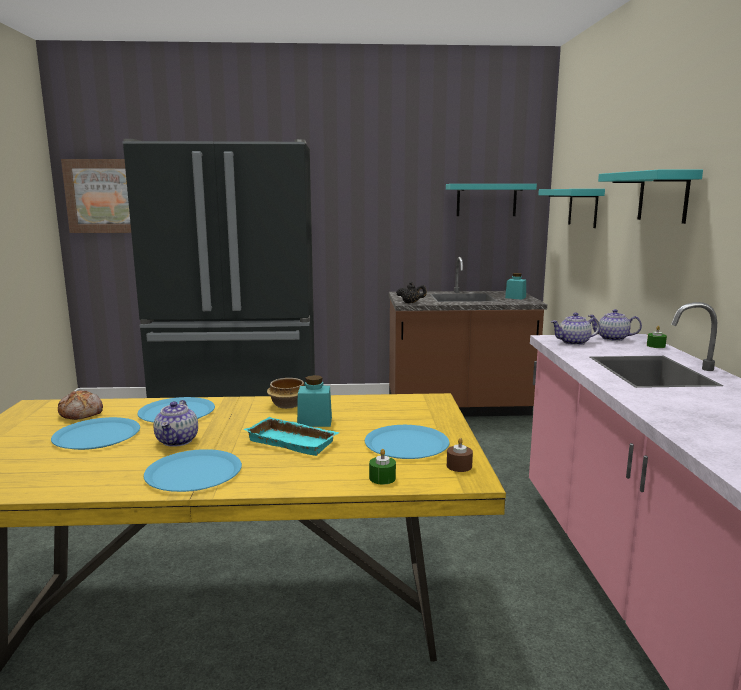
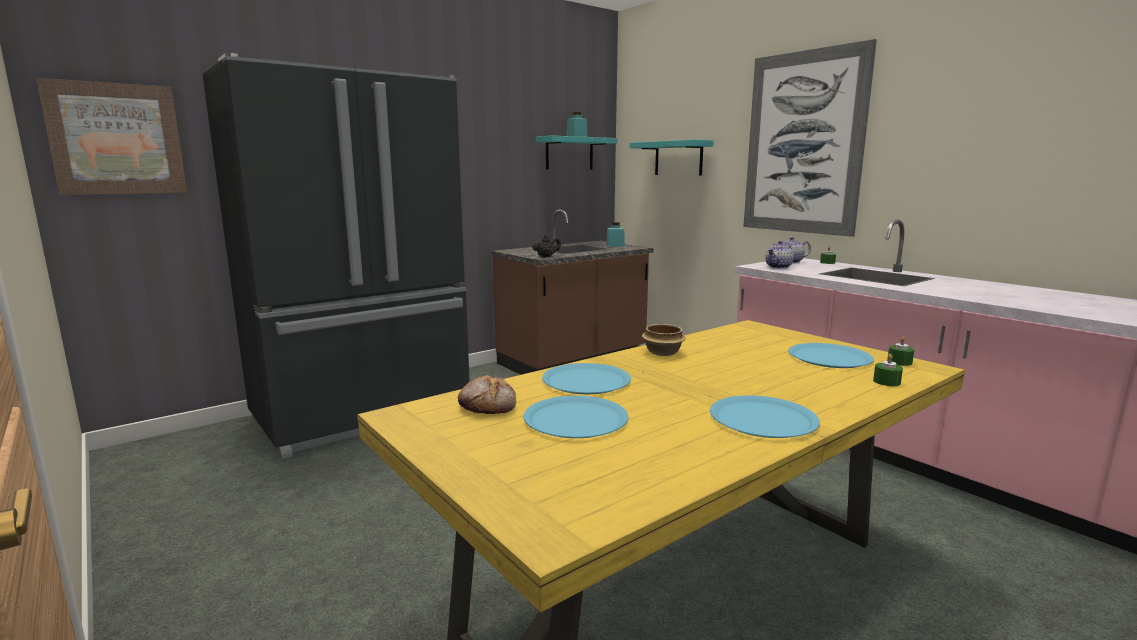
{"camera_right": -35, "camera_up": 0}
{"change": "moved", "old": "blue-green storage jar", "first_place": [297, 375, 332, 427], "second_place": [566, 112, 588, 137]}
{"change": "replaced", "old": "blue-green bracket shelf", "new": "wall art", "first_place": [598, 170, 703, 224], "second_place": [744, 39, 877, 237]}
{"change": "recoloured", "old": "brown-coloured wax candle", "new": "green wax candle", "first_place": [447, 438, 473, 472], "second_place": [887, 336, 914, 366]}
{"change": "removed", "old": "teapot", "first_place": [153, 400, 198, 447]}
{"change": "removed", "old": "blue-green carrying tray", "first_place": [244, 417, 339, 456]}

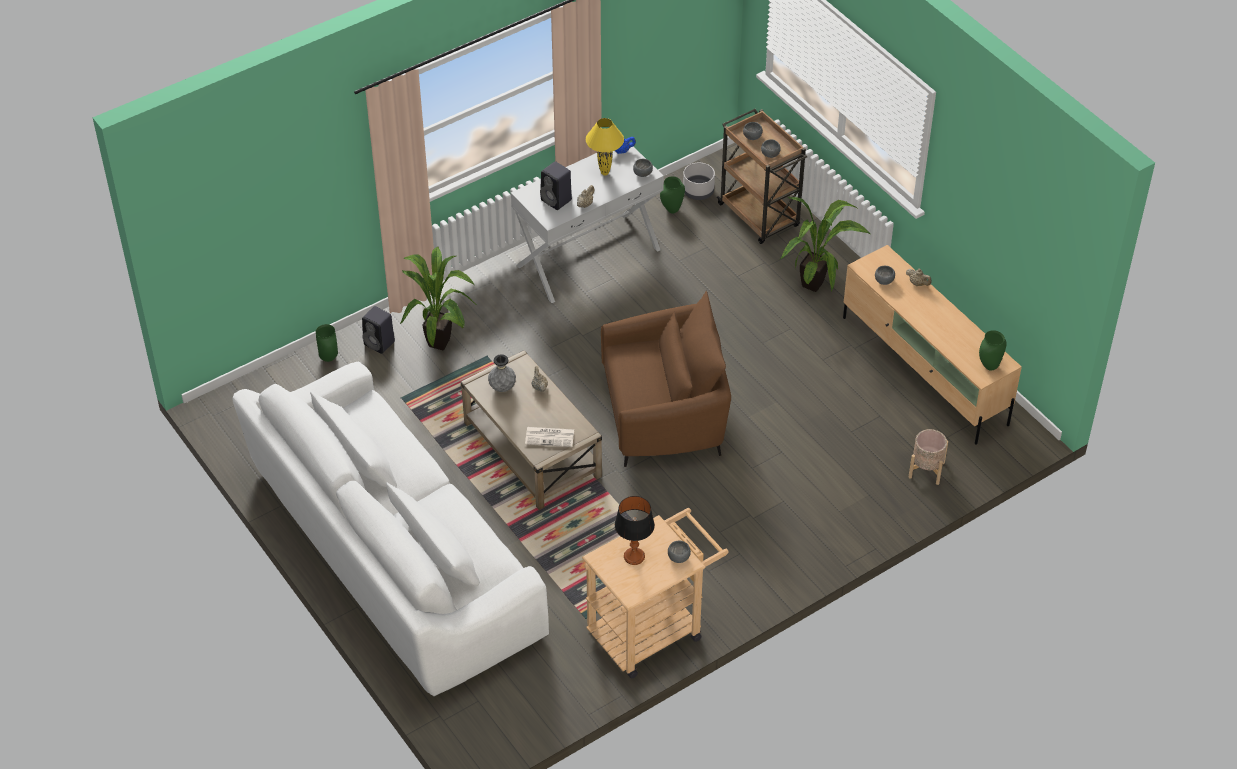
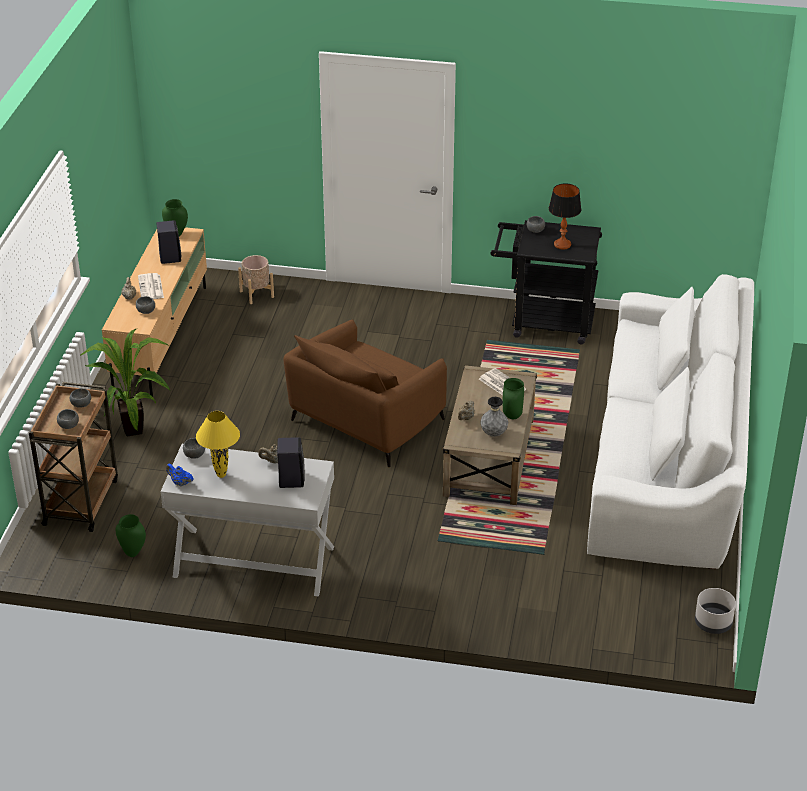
{"camera_right": -135, "camera_up": -10}
{"change": "added", "new": "newspaper", "second_place": [138, 273, 164, 299]}
{"change": "moved", "old": "black audio speaker", "first_place": [362, 306, 395, 354], "second_place": [156, 220, 182, 264]}
{"change": "turned", "old": "brown-coloured armchair", "first_place": [601, 291, 731, 467], "second_place": [284, 319, 447, 467], "degrees": -90}
{"change": "recoloured", "old": "sand-coloured cart", "new": "black cart", "first_place": [582, 508, 728, 678], "second_place": [490, 220, 602, 344]}
{"change": "moved", "old": "green flower vase", "first_place": [316, 324, 338, 362], "second_place": [503, 378, 524, 419]}
{"change": "moved", "old": "grey plant pot", "first_place": [683, 163, 715, 200], "second_place": [695, 588, 736, 634]}
{"change": "removed", "old": "plant in a pot", "first_place": [400, 247, 475, 350]}

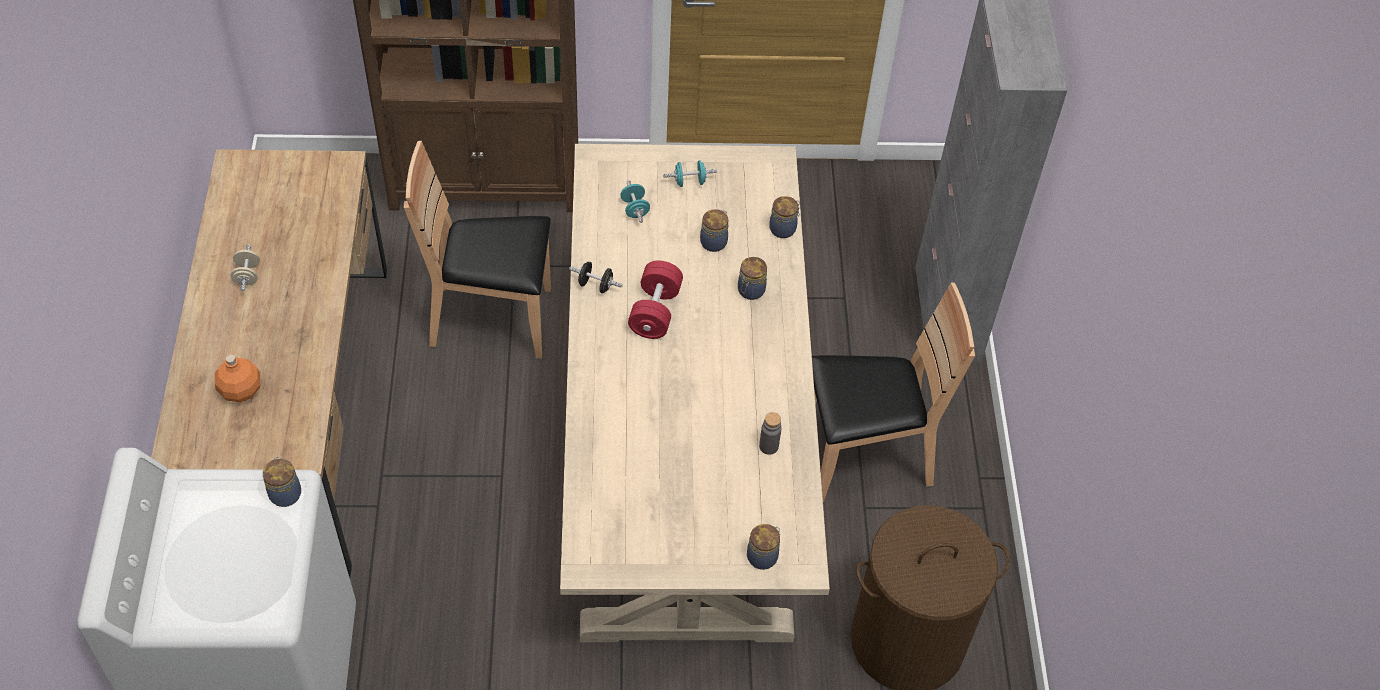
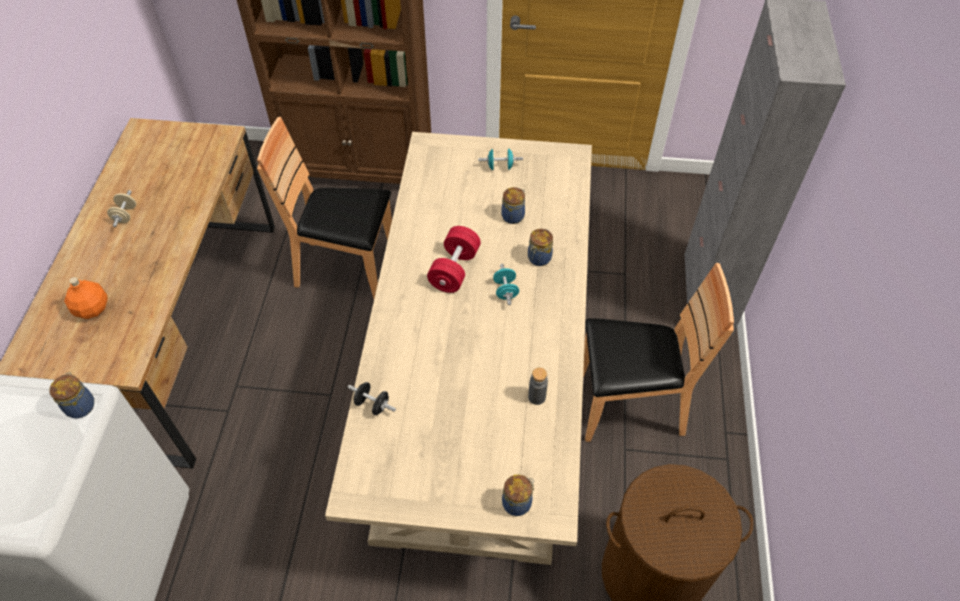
{"camera_right": 10, "camera_up": 0}
{"change": "moved", "old": "black free weight", "first_place": [569, 261, 623, 293], "second_place": [347, 382, 396, 415]}
{"change": "moved", "old": "blue-green free weight", "first_place": [620, 180, 650, 223], "second_place": [493, 264, 519, 305]}
{"change": "removed", "old": "storage jar", "first_place": [769, 196, 800, 238]}

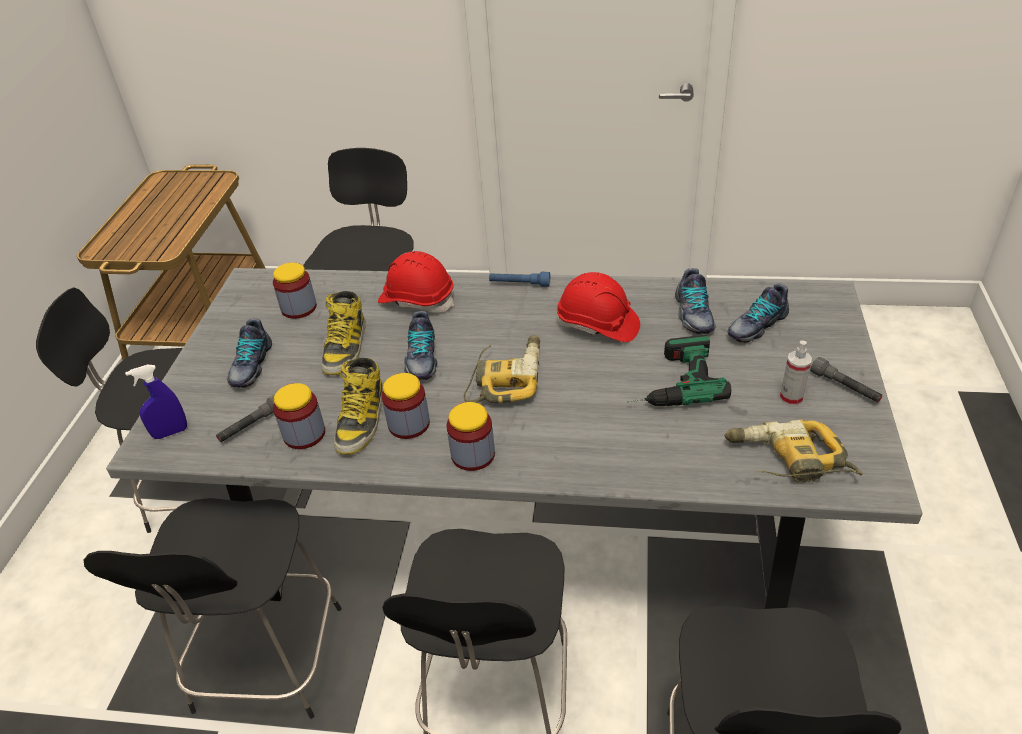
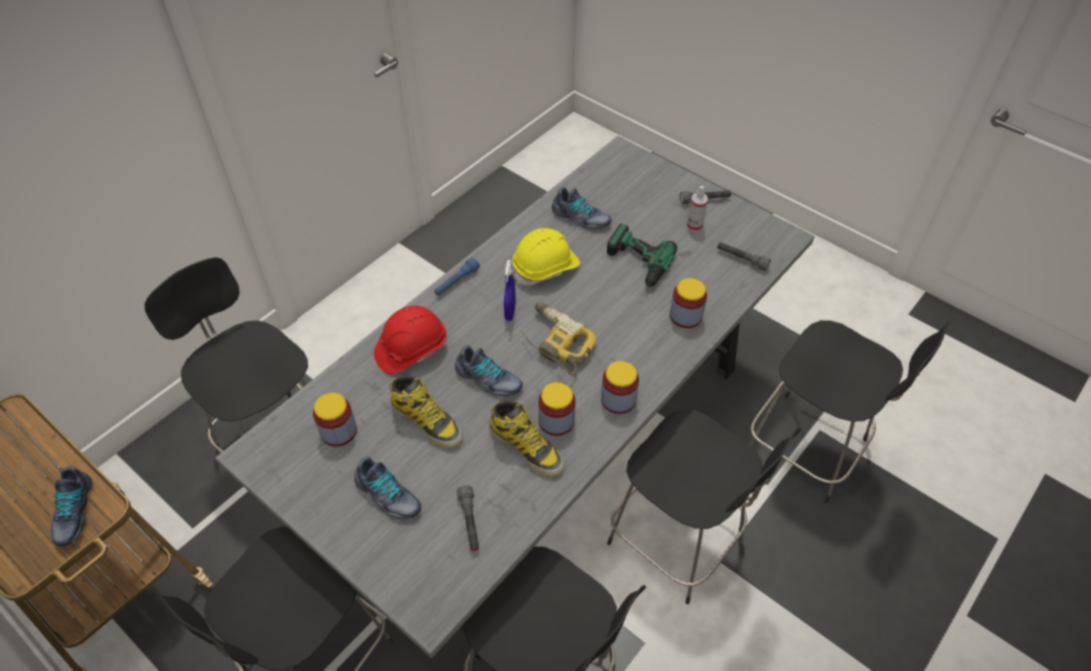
{"camera_right": -60, "camera_up": 10}
{"change": "moved", "old": "item of footwear", "first_place": [728, 284, 789, 343], "second_place": [50, 467, 92, 547]}
{"change": "moved", "old": "blue-coloured hand sprayer", "first_place": [125, 364, 187, 439], "second_place": [504, 260, 516, 321]}
{"change": "recoloured", "old": "red safety helmet", "new": "yellowish safety helmet", "first_place": [557, 272, 640, 342], "second_place": [512, 228, 580, 286]}
{"change": "moved", "old": "storage jar", "first_place": [273, 383, 325, 449], "second_place": [670, 278, 707, 328]}
{"change": "replaced", "old": "drill", "new": "grey hand torch", "first_place": [725, 419, 863, 483], "second_place": [717, 242, 771, 271]}

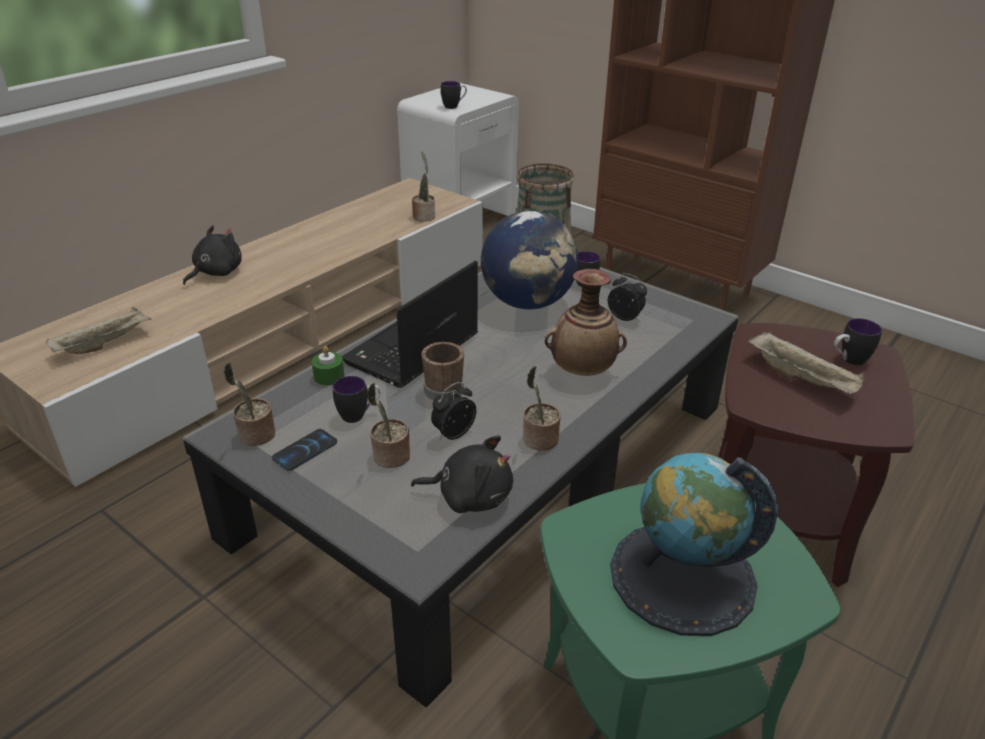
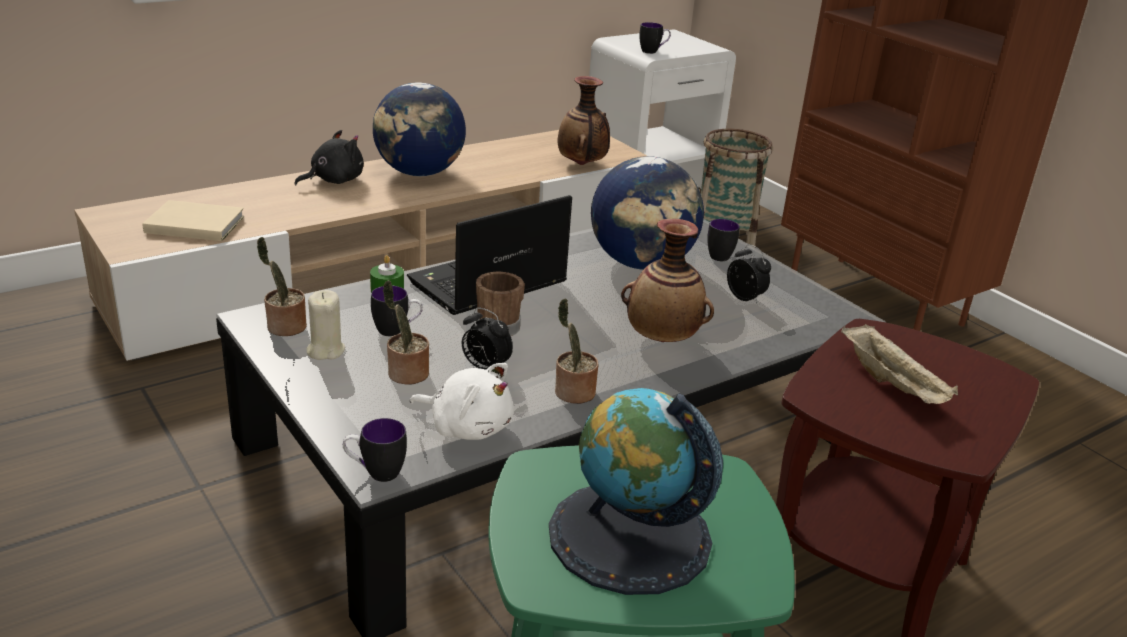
{"camera_right": 15, "camera_up": -5}
{"change": "replaced", "old": "sand-coloured carrying tray", "new": "sand-coloured bound book", "first_place": [46, 307, 152, 354], "second_place": [142, 200, 244, 241]}
{"change": "replaced", "old": "telephone", "new": "sand-coloured wax candle", "first_place": [272, 429, 337, 471], "second_place": [306, 290, 345, 360]}
{"change": "moved", "old": "mug", "first_place": [834, 318, 882, 365], "second_place": [343, 418, 407, 482]}
{"change": "added", "new": "globe", "second_place": [373, 82, 466, 176]}
{"change": "recoloured", "old": "black soft toy", "new": "white soft toy", "first_place": [411, 436, 513, 513], "second_place": [410, 363, 514, 440]}
{"change": "turned", "old": "alarm clock", "first_place": [431, 382, 476, 440], "second_place": [462, 307, 513, 369], "degrees": -120}
{"change": "replaced", "old": "plant in a pot", "new": "flower vase", "first_place": [412, 152, 435, 222], "second_place": [558, 76, 610, 165]}

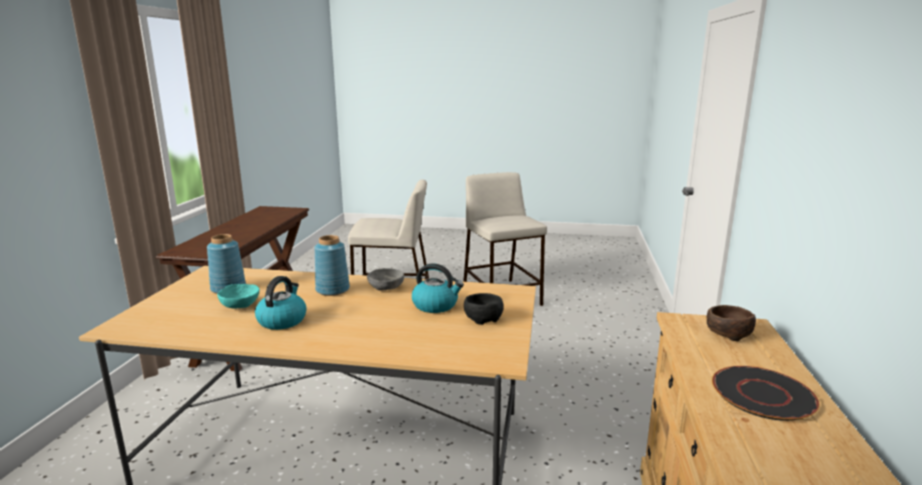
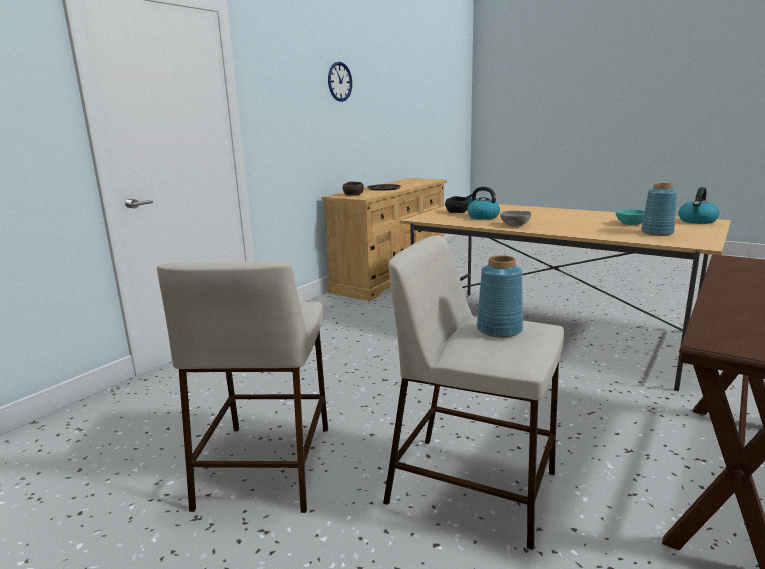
{"camera_right": -155, "camera_up": 0}
{"change": "added", "new": "clock on the wall", "second_place": [328, 62, 352, 102]}
{"change": "moved", "old": "blue-coloured flower vase", "first_place": [315, 235, 350, 296], "second_place": [477, 255, 523, 338]}
{"change": "moved", "old": "water kettle", "first_place": [255, 276, 307, 330], "second_place": [679, 187, 719, 224]}

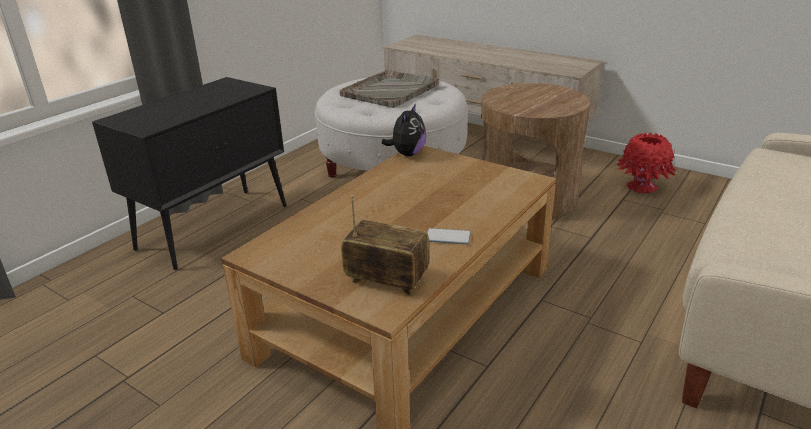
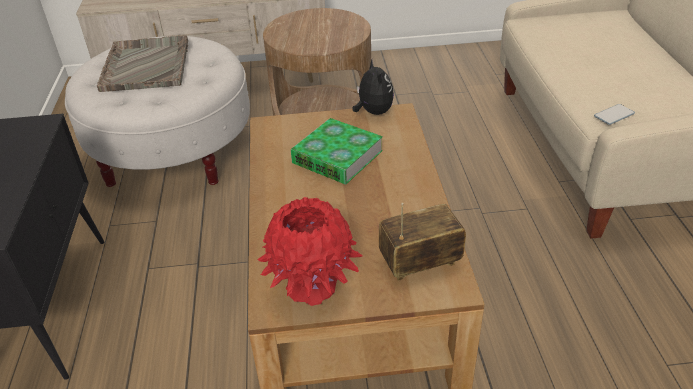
{"camera_right": -40, "camera_up": 10}
{"change": "moved", "old": "red flower vase", "first_place": [616, 133, 676, 193], "second_place": [257, 197, 362, 306]}
{"change": "added", "new": "bound book", "second_place": [291, 118, 383, 184]}
{"change": "moved", "old": "soft toy", "first_place": [382, 103, 426, 156], "second_place": [352, 60, 394, 115]}
{"change": "moved", "old": "telephone", "first_place": [427, 228, 471, 244], "second_place": [594, 104, 635, 125]}

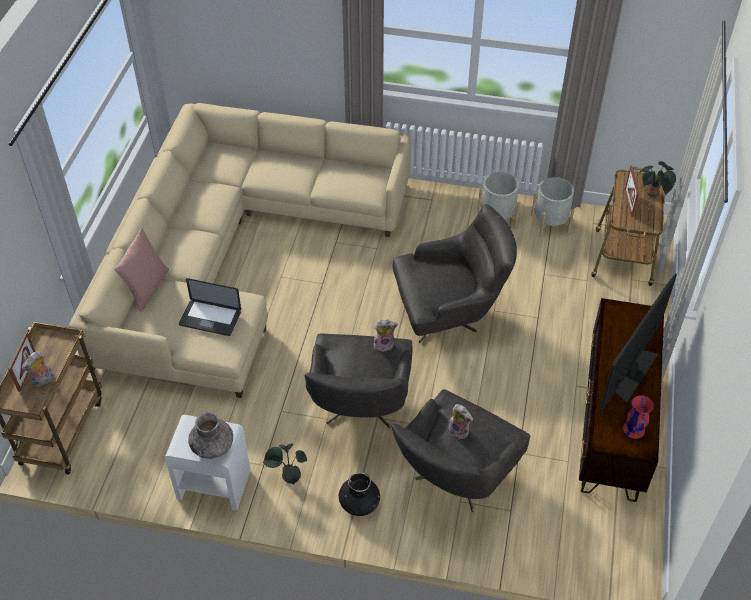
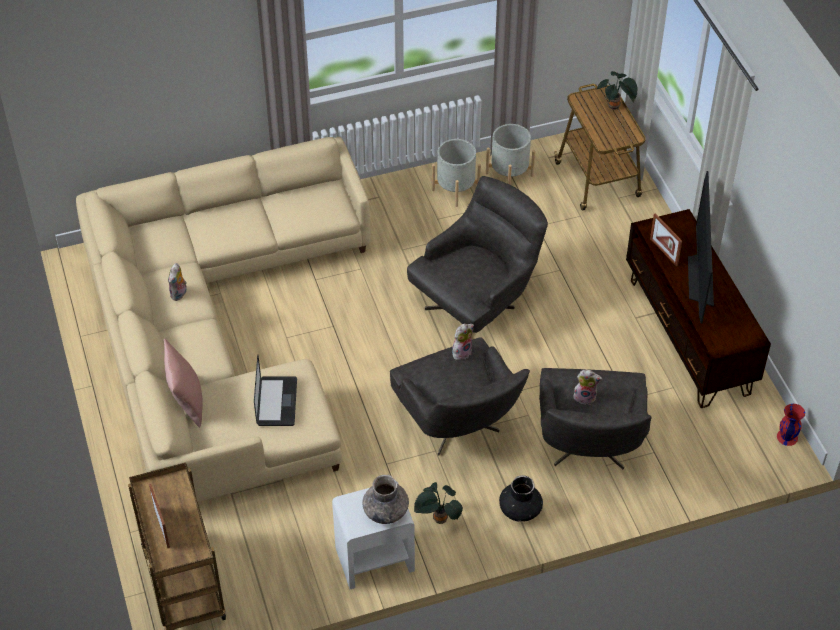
{"camera_right": -30, "camera_up": 0}
{"change": "moved", "old": "soft toy", "first_place": [22, 351, 53, 387], "second_place": [168, 263, 187, 301]}
{"change": "turned", "old": "laptop", "first_place": [179, 278, 241, 336], "second_place": [254, 355, 297, 426], "degrees": -75}
{"change": "moved", "old": "photo frame", "first_place": [624, 166, 639, 217], "second_place": [650, 213, 682, 266]}
{"change": "moved", "old": "red flower vase", "first_place": [623, 395, 654, 439], "second_place": [777, 404, 805, 446]}

